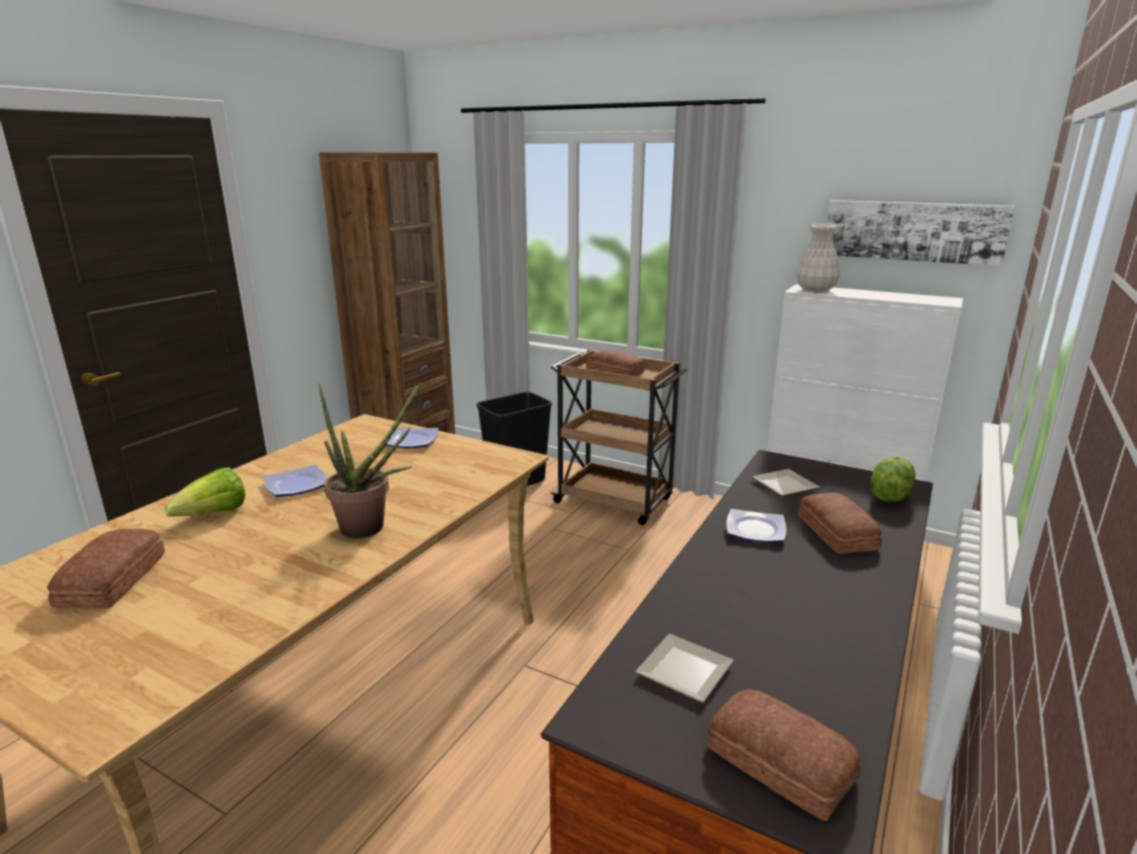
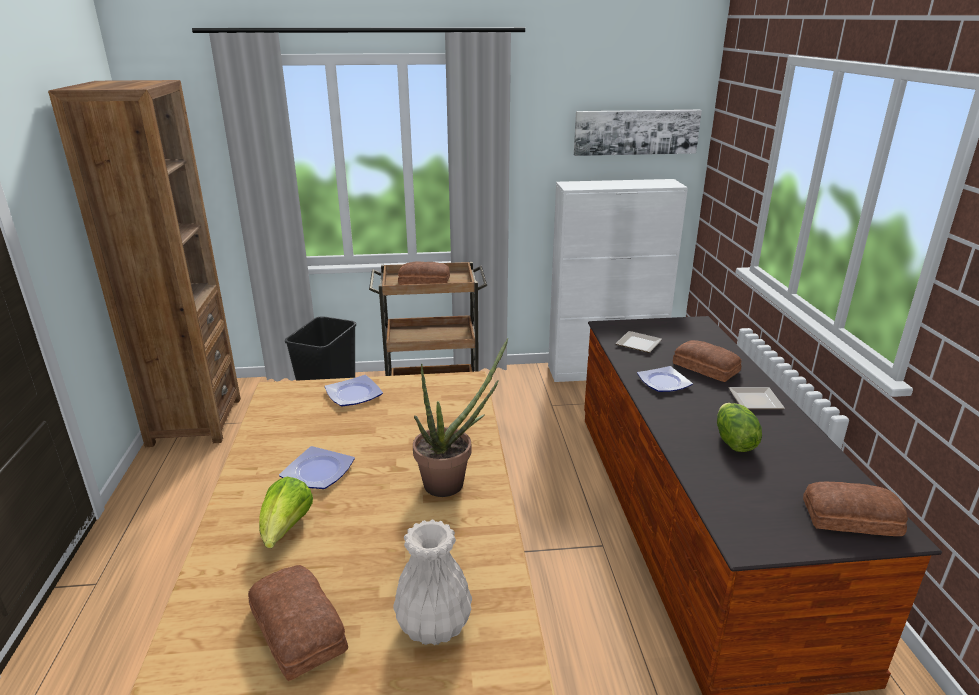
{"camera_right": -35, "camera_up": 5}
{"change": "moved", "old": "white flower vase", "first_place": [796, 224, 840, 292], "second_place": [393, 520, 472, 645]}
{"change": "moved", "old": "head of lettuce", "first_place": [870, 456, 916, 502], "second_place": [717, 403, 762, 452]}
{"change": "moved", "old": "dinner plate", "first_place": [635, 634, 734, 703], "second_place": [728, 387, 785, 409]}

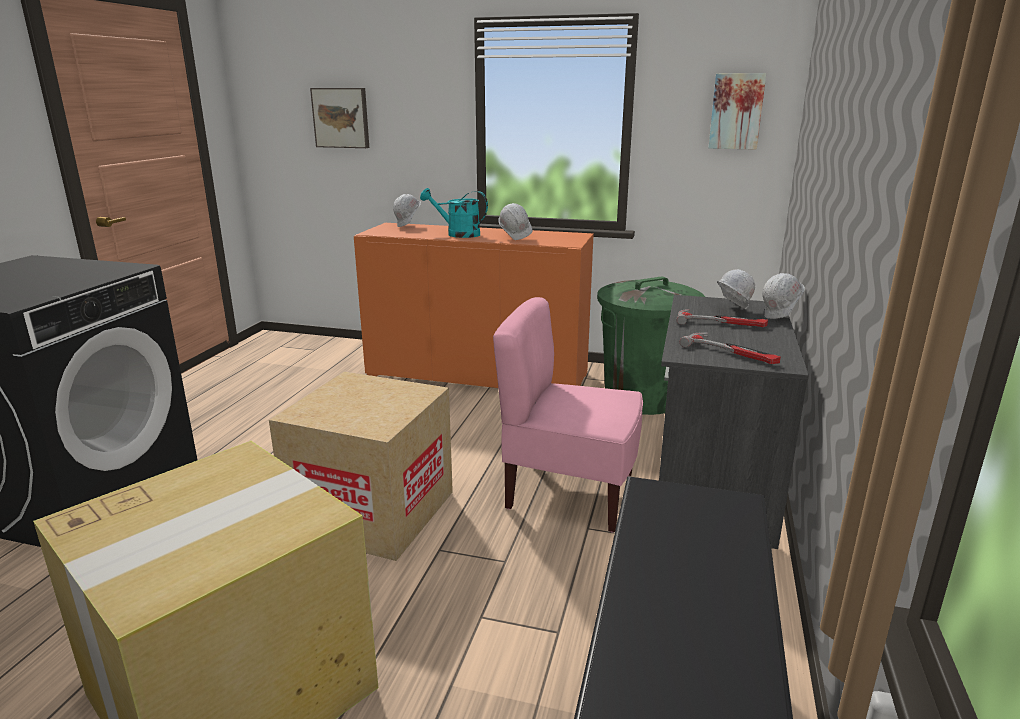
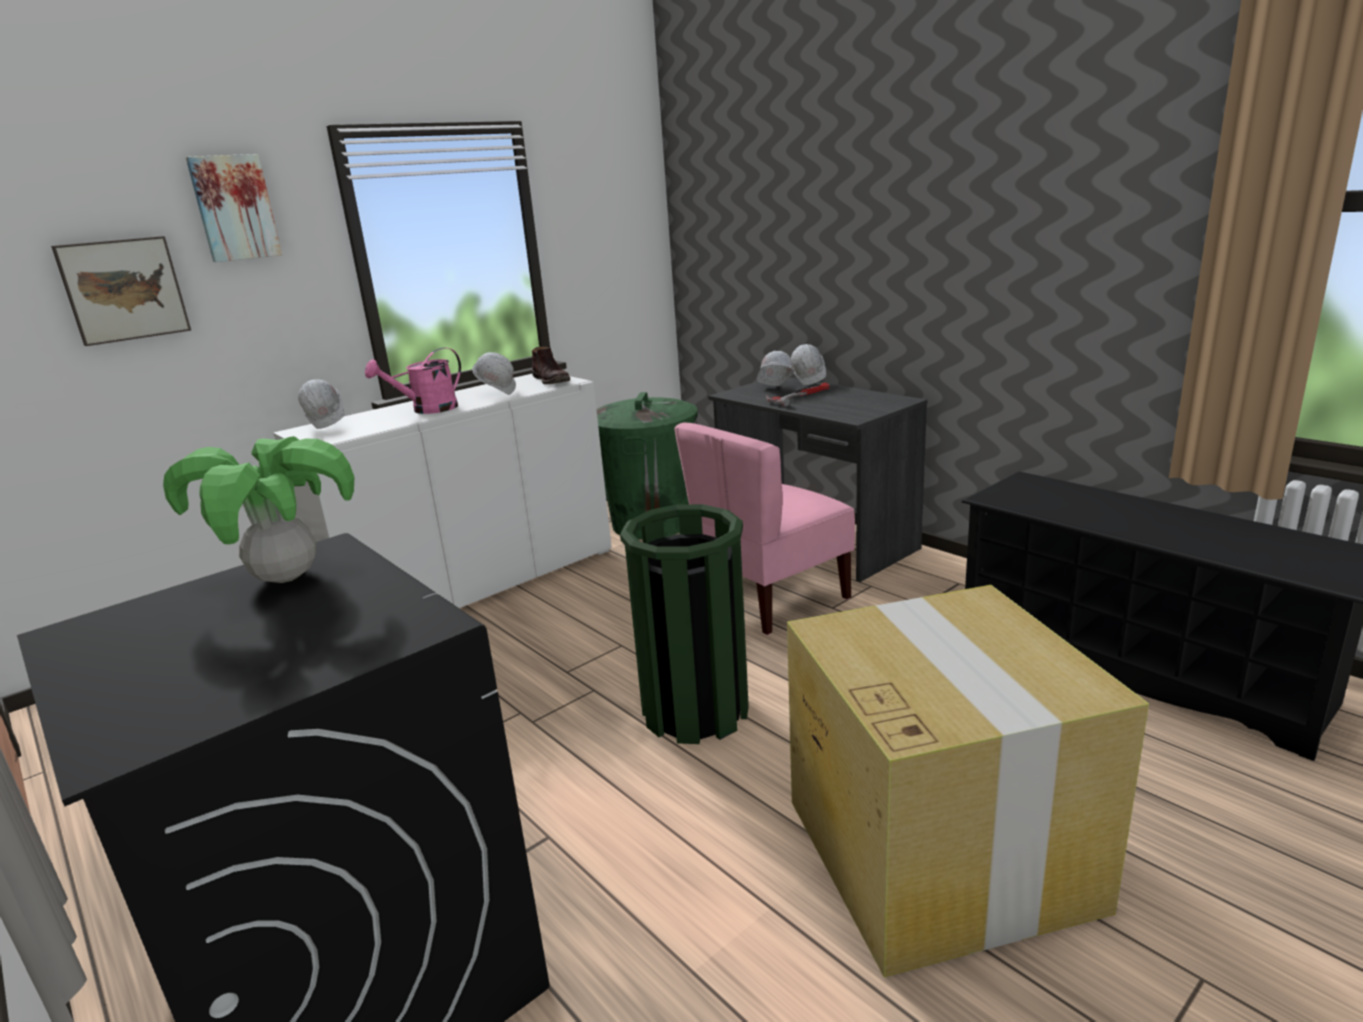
{"camera_right": -55, "camera_up": 0}
{"change": "added", "new": "plant in a pot", "second_place": [163, 436, 354, 583]}
{"change": "moved", "old": "wall art", "first_place": [709, 73, 766, 150], "second_place": [186, 154, 282, 262]}
{"change": "recoloured", "old": "orangey cupboard", "new": "white cupboard", "first_place": [354, 223, 594, 388], "second_place": [273, 374, 612, 608]}
{"change": "recoloured", "old": "blue-green sprinkling can", "new": "pinkish sprinkling can", "first_place": [420, 188, 488, 238], "second_place": [365, 347, 461, 414]}
{"change": "added", "new": "brown-coloured tall boot", "second_place": [532, 347, 570, 384]}
{"change": "replaced", "old": "carton", "new": "green trash can", "first_place": [269, 371, 453, 561], "second_place": [620, 504, 749, 744]}
{"change": "removed", "old": "hand hammer", "first_place": [680, 332, 781, 364]}

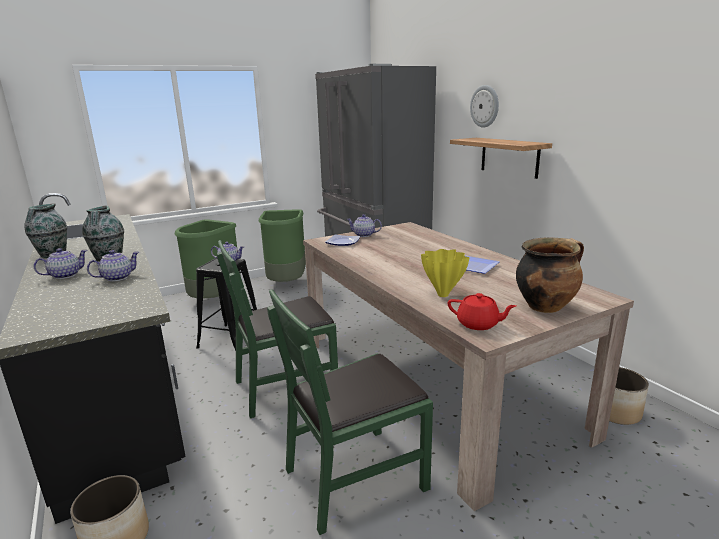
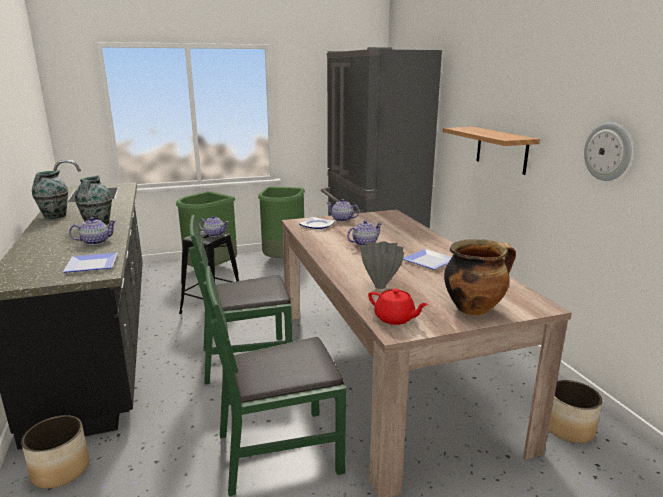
{"camera_right": 10, "camera_up": 0}
{"change": "added", "new": "dinner plate", "second_place": [63, 252, 117, 273]}
{"change": "moved", "old": "teapot", "first_place": [34, 248, 88, 279], "second_place": [347, 220, 383, 246]}
{"change": "recoloured", "old": "yellowish flower vase", "new": "grey flower vase", "first_place": [421, 249, 469, 297], "second_place": [360, 241, 404, 289]}
{"change": "moved", "old": "clock on the wall", "first_place": [470, 85, 499, 128], "second_place": [584, 123, 632, 181]}

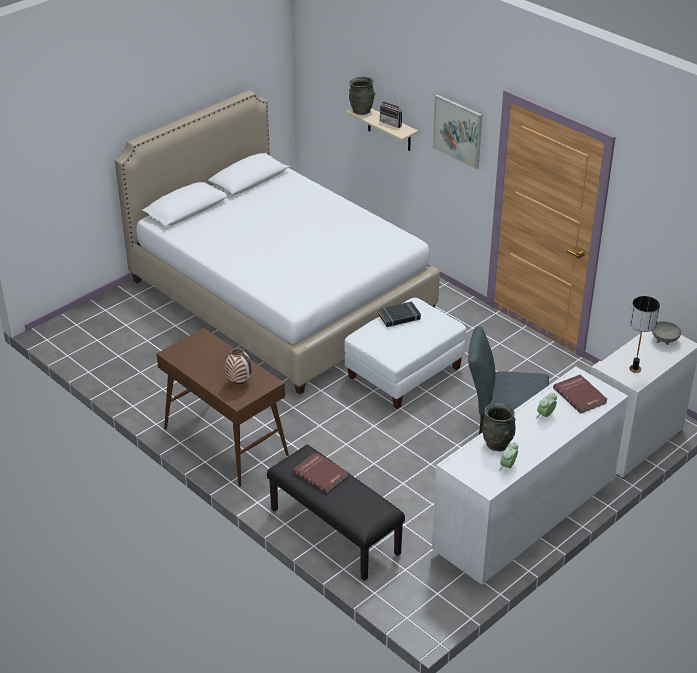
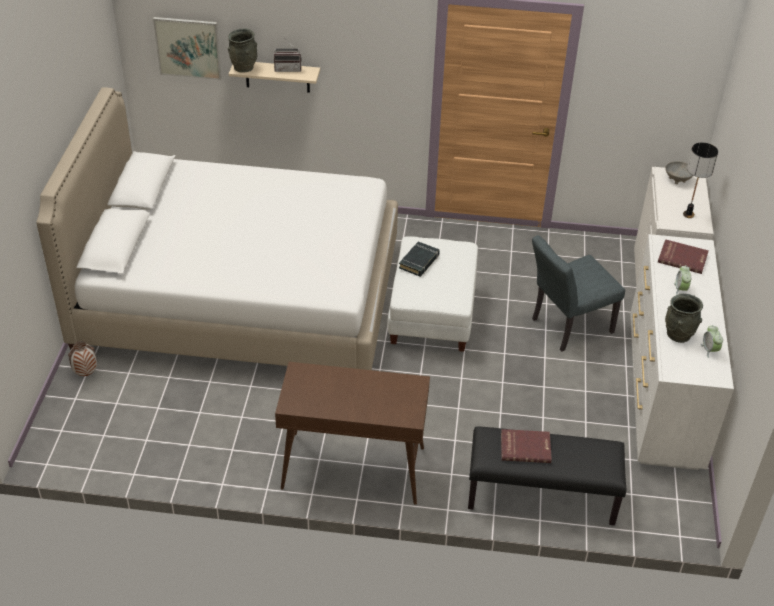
{"camera_right": -40, "camera_up": 5}
{"change": "moved", "old": "flower vase", "first_place": [225, 348, 252, 384], "second_place": [68, 341, 97, 376]}
{"change": "moved", "old": "wall art", "first_place": [433, 95, 482, 169], "second_place": [153, 17, 222, 80]}

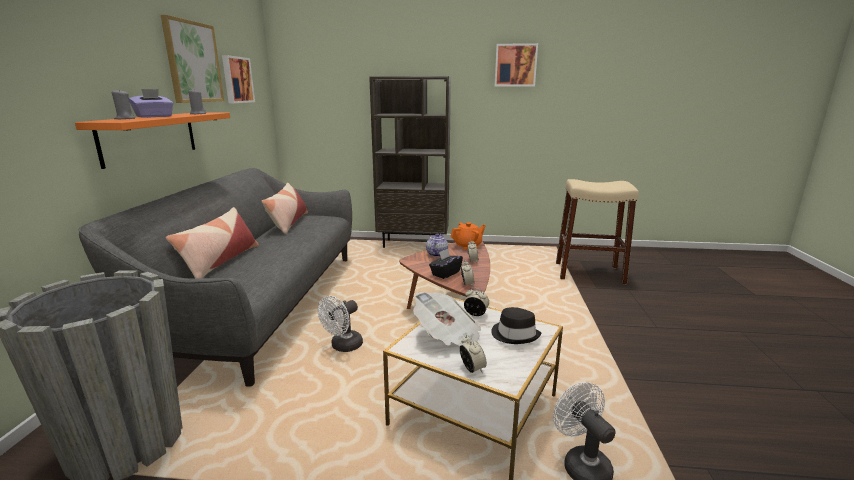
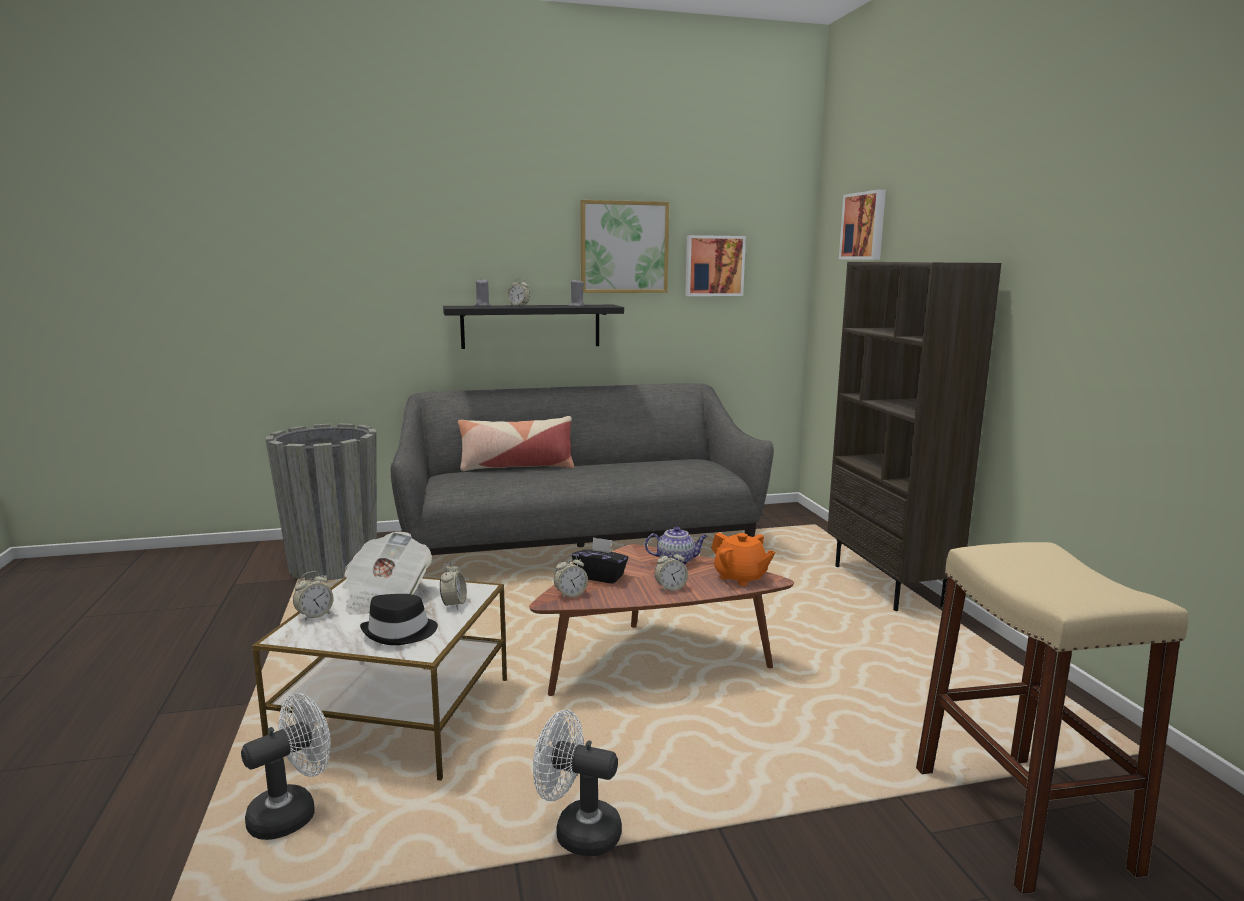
{"camera_right": 70, "camera_up": -5}
{"change": "recoloured", "old": "orangey bracket shelf", "new": "black bracket shelf", "first_place": [75, 112, 230, 169], "second_place": [443, 305, 624, 349]}
{"change": "replaced", "old": "purplish tissue box", "new": "alarm clock", "first_place": [129, 89, 173, 118], "second_place": [507, 278, 530, 306]}
{"change": "moved", "old": "white cooling fan", "first_place": [318, 296, 363, 352], "second_place": [533, 710, 622, 856]}
{"change": "moved", "old": "wall art", "first_place": [495, 43, 538, 86], "second_place": [839, 190, 886, 260]}
{"change": "removed", "old": "pillow", "first_place": [262, 183, 308, 234]}

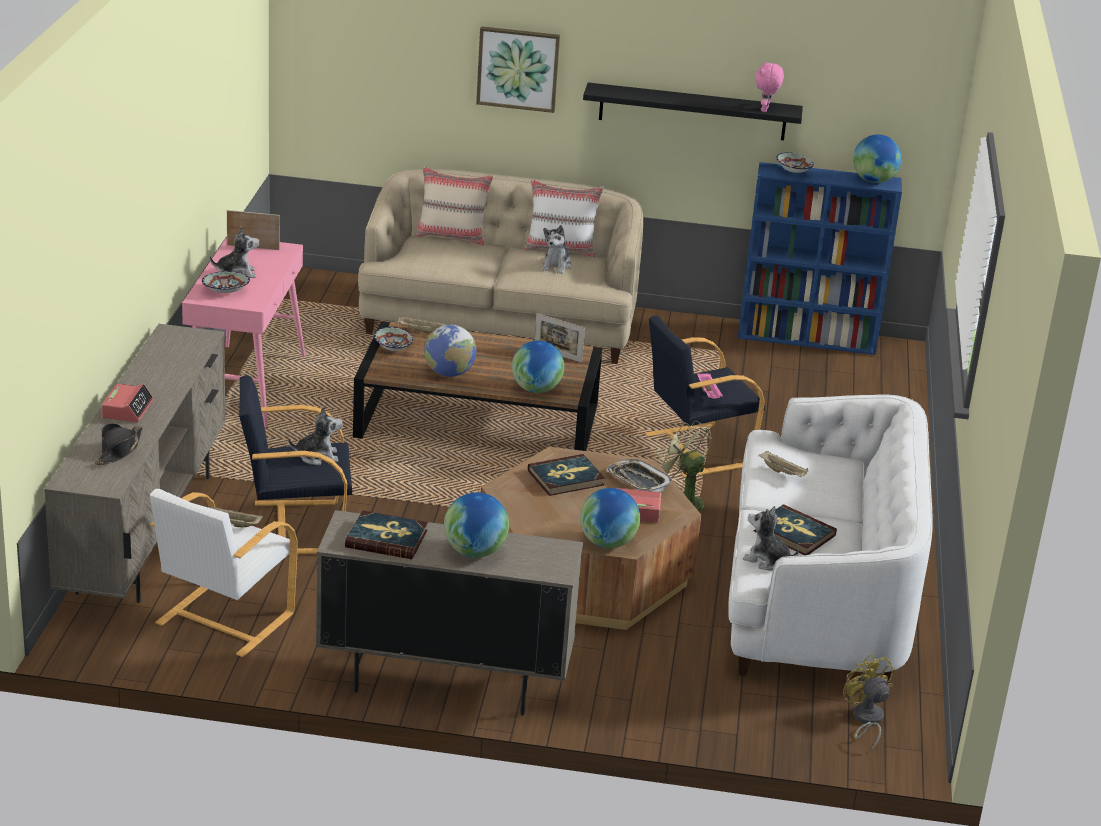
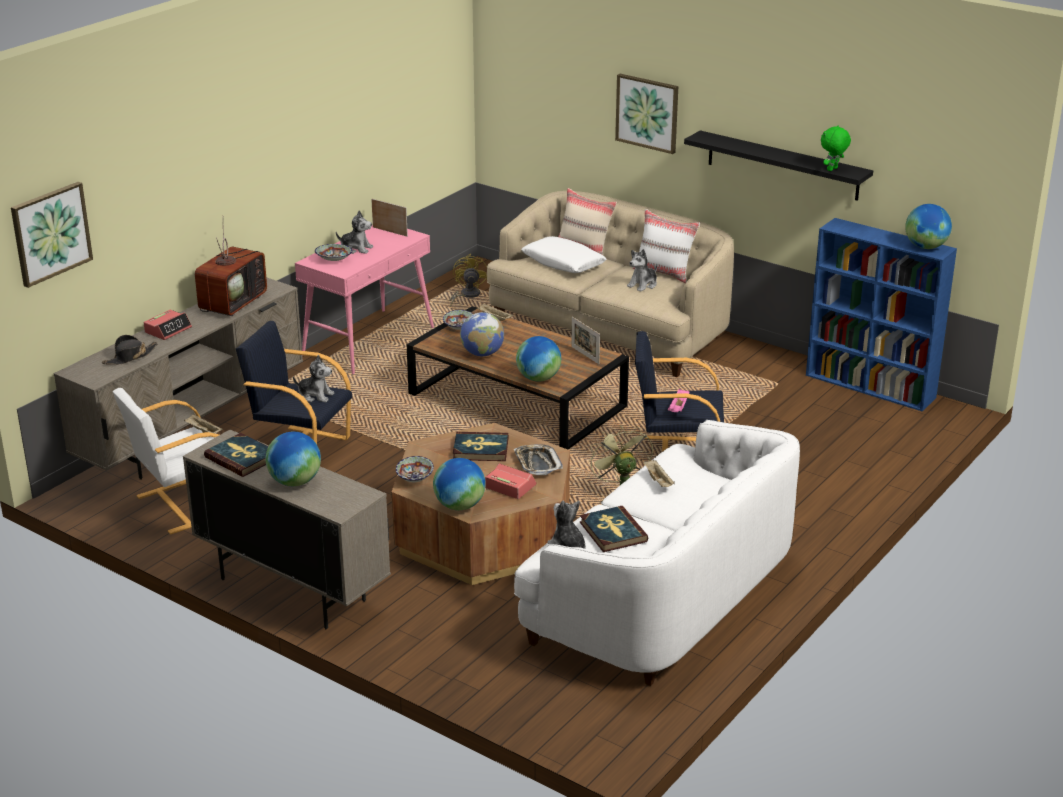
{"camera_right": 30, "camera_up": 0}
{"change": "added", "new": "wall art", "second_place": [11, 182, 93, 288]}
{"change": "added", "new": "TV", "second_place": [195, 216, 267, 316]}
{"change": "moved", "old": "deep dish", "first_place": [776, 152, 814, 173], "second_place": [396, 456, 434, 482]}
{"change": "moved", "old": "yellowish cooling fan", "first_place": [843, 654, 893, 751], "second_place": [449, 254, 487, 307]}
{"change": "added", "new": "white pillow", "second_place": [521, 236, 606, 273]}
{"change": "recoloured", "old": "pinkish soft toy", "new": "green soft toy", "first_place": [755, 61, 784, 112], "second_place": [821, 126, 851, 171]}

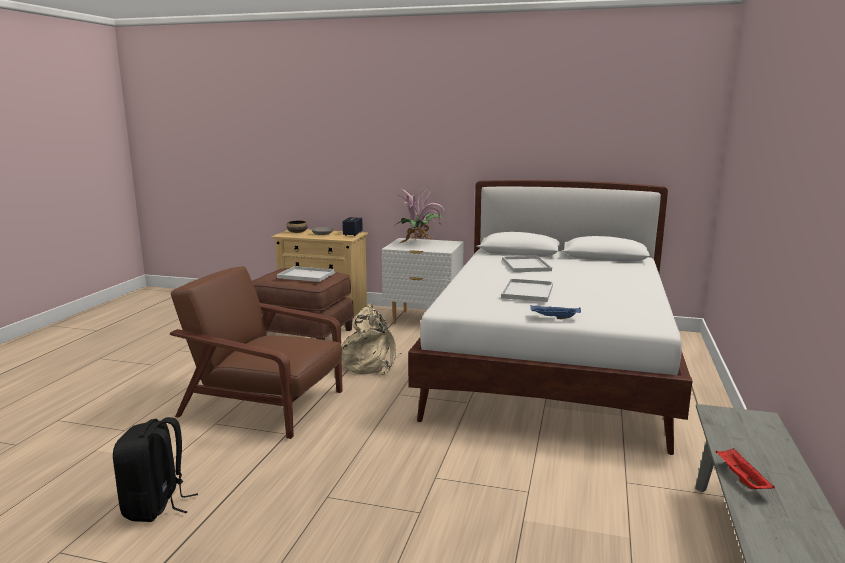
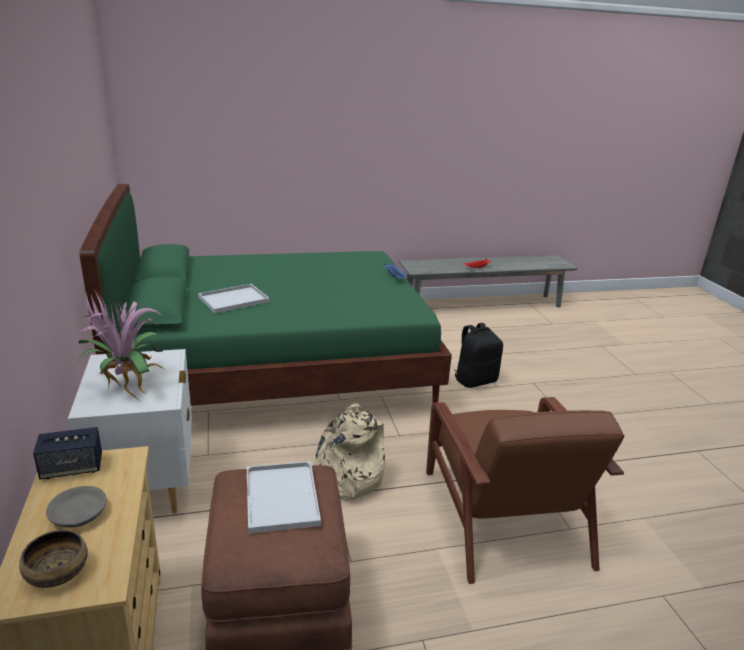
{"camera_right": -120, "camera_up": 10}
{"change": "recoloured", "old": "white bed", "new": "green bed", "first_place": [408, 180, 692, 455], "second_place": [79, 184, 452, 406]}
{"change": "moved", "old": "black rucksack", "first_place": [113, 417, 198, 522], "second_place": [454, 323, 503, 388]}
{"change": "removed", "old": "white carrying tray", "first_place": [501, 278, 553, 302]}

